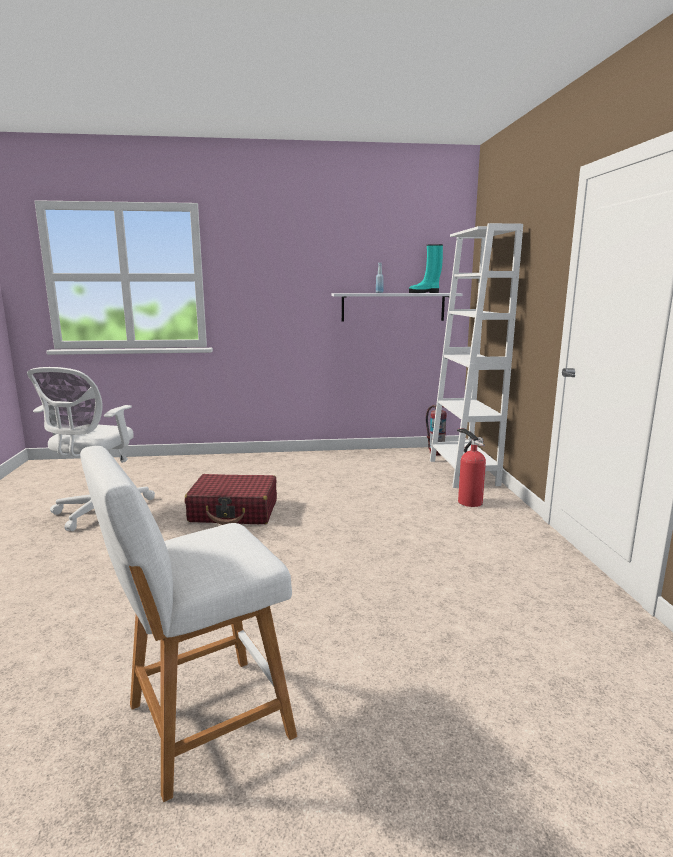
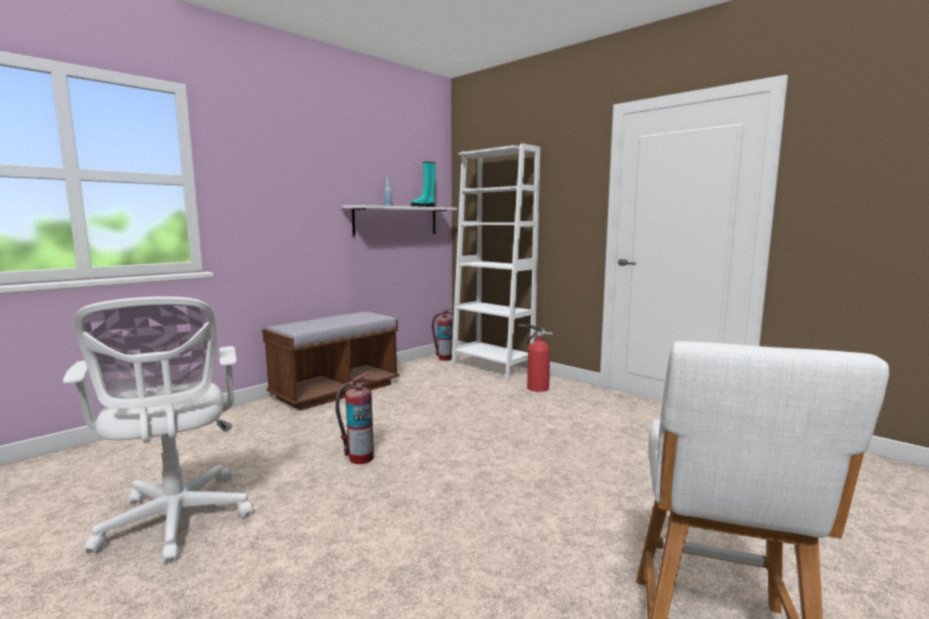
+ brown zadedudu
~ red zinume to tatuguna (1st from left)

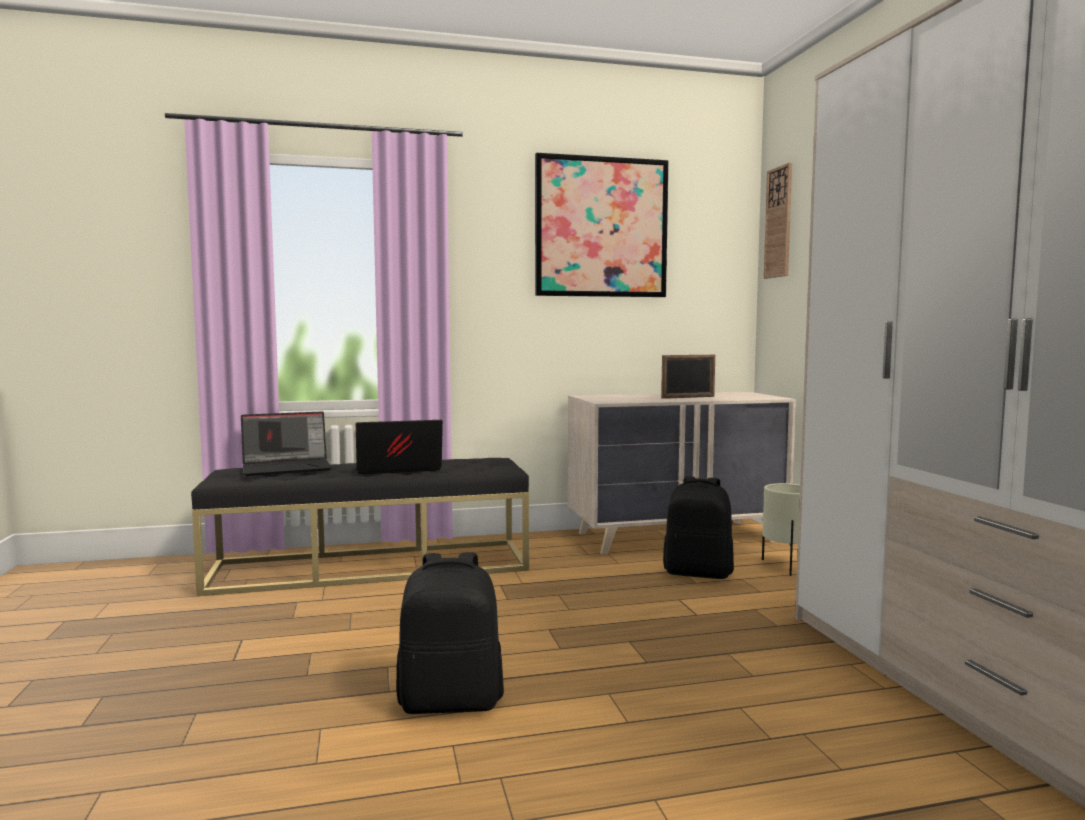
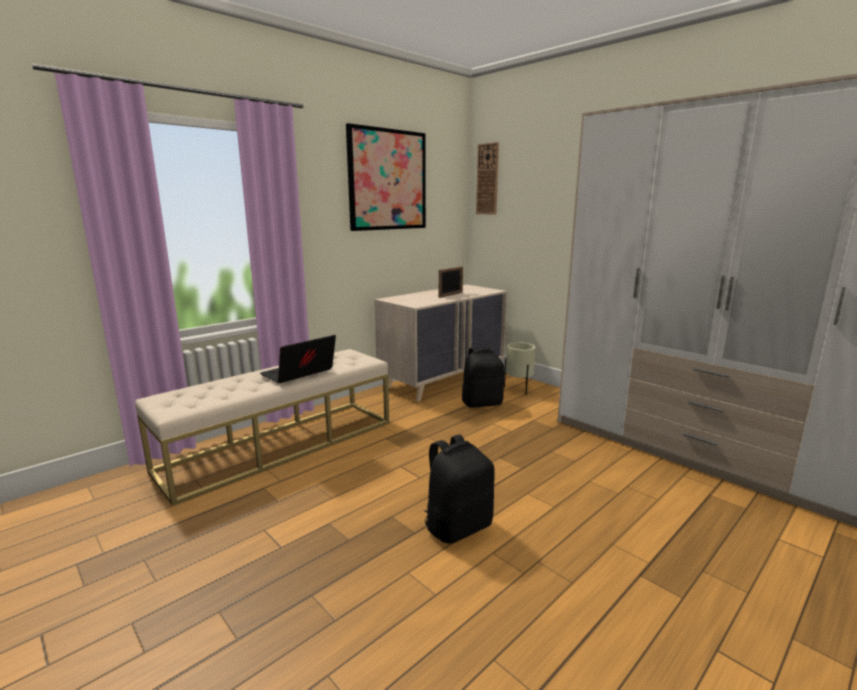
- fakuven (1st from left)
~ black zadedudu to beige zadedudu

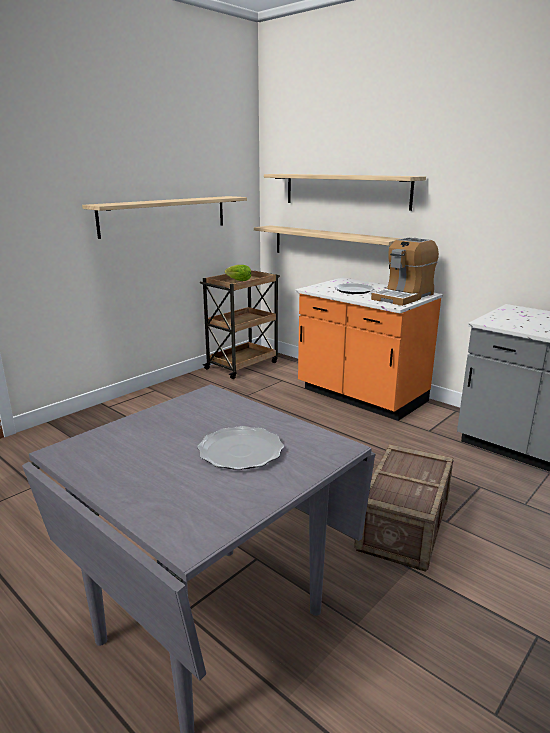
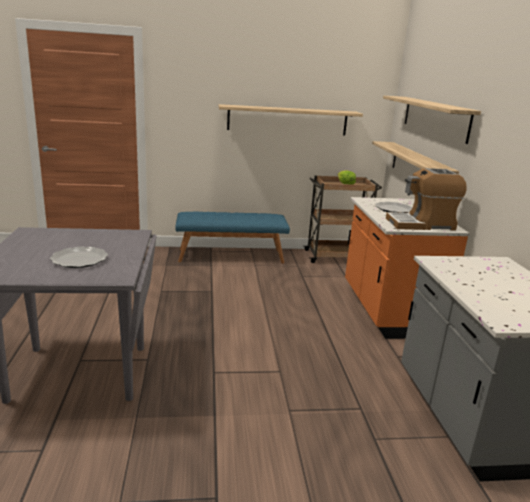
- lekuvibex
+ blue zadedudu

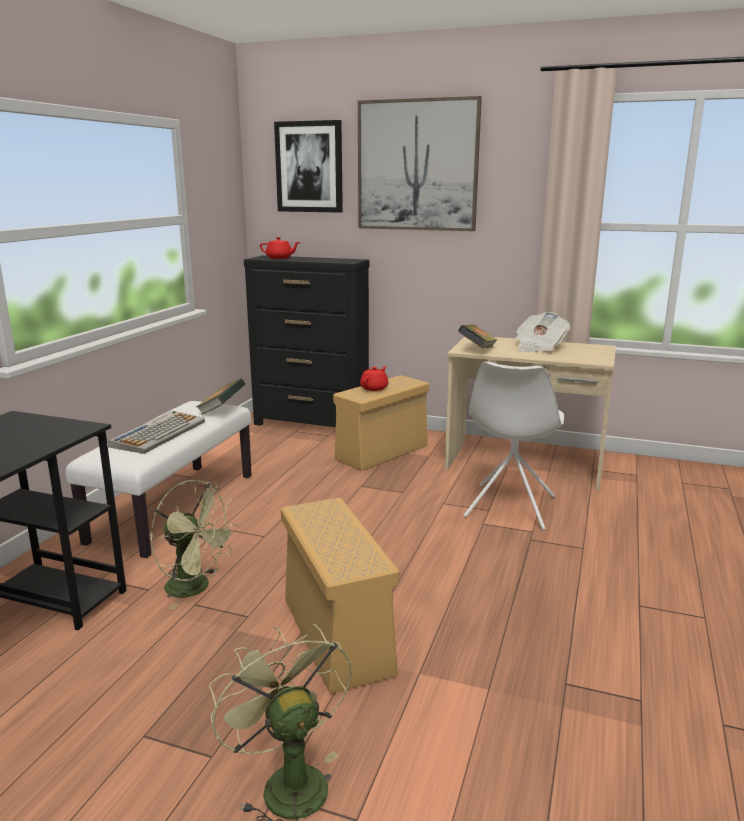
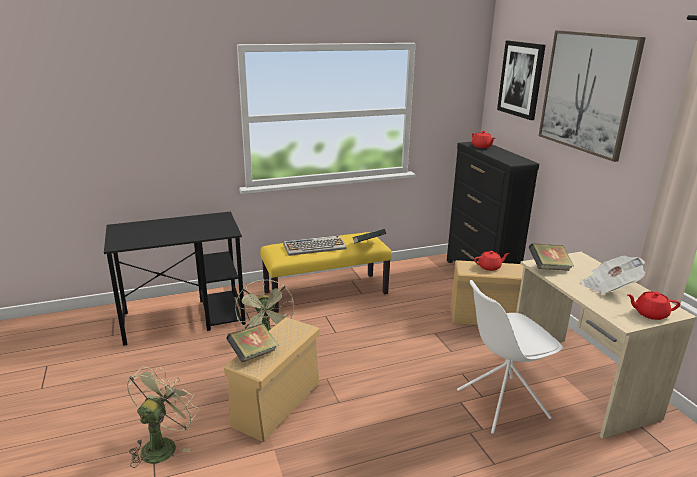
+ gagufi (1st from left)
+ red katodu (3rd from left)
~ white zadedudu to yellow zadedudu

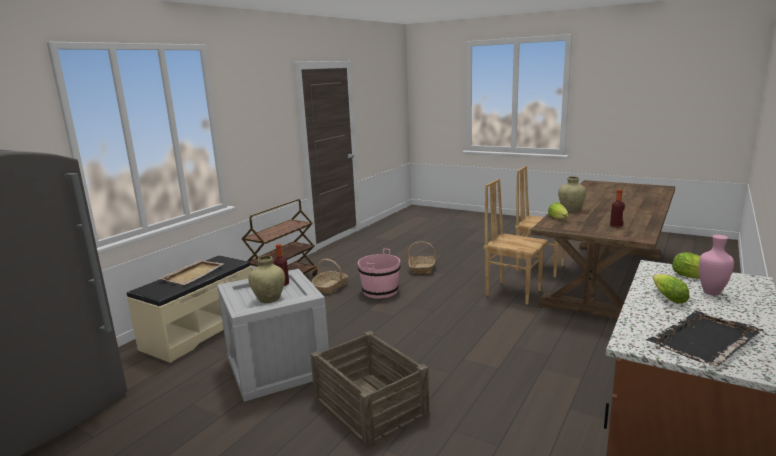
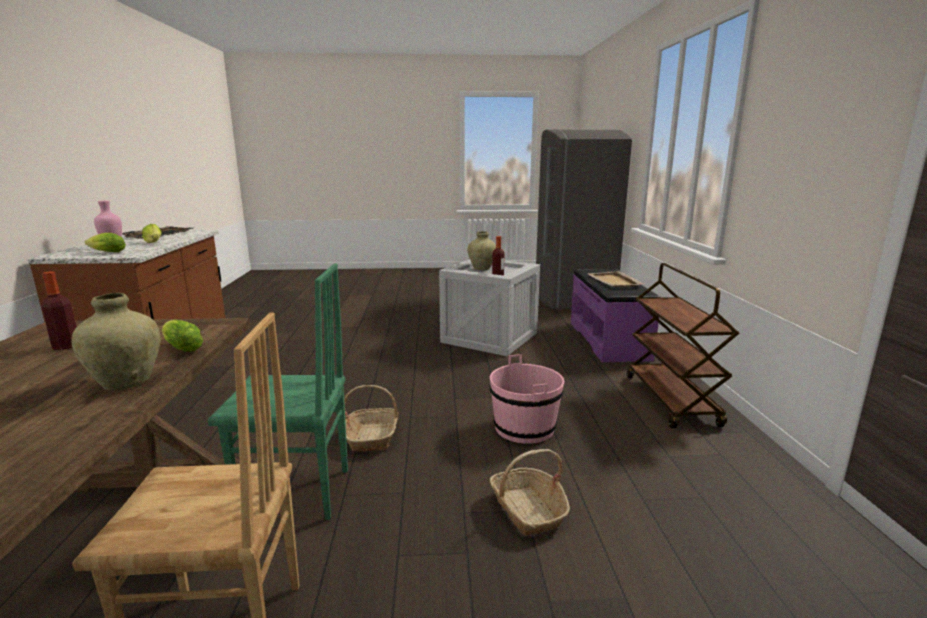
- lekuvibex (2nd from left)
~ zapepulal (1st from left)
~ beige zadedudu to purple zadedudu
~ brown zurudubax (1st from left) to green zurudubax

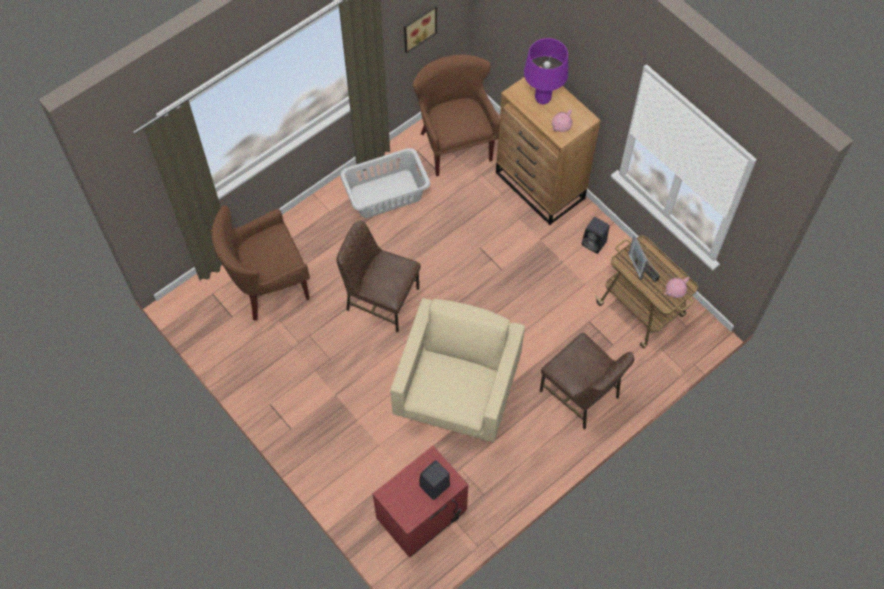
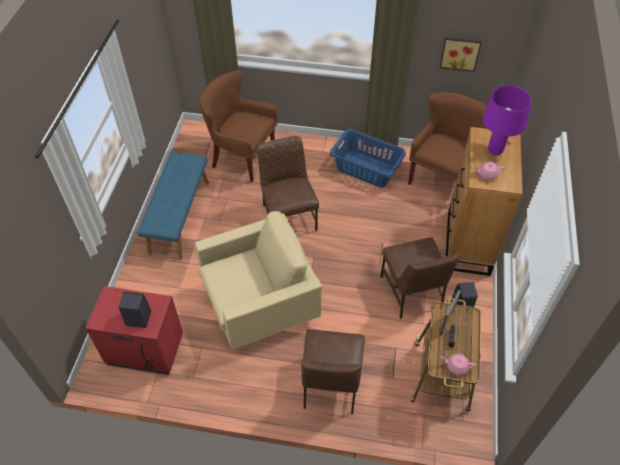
+ blue zadedudu
+ brown zurudubax (3rd from left)
~ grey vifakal to blue vifakal

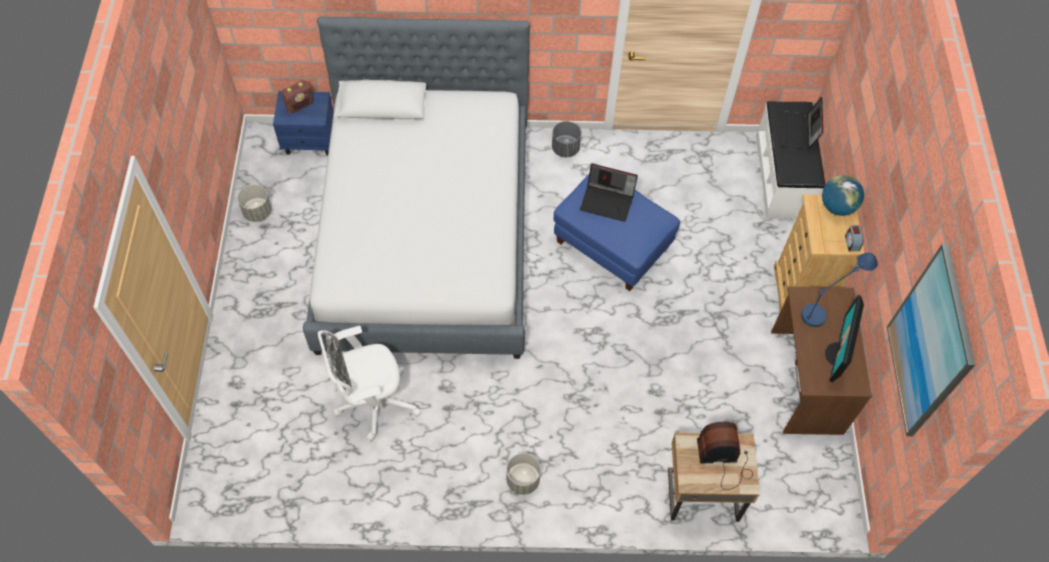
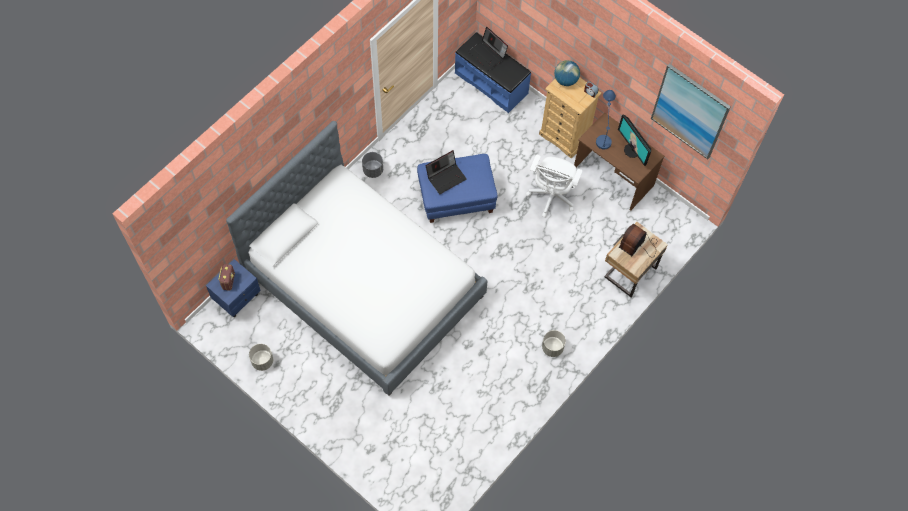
~ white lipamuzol
~ white zadedudu to blue zadedudu

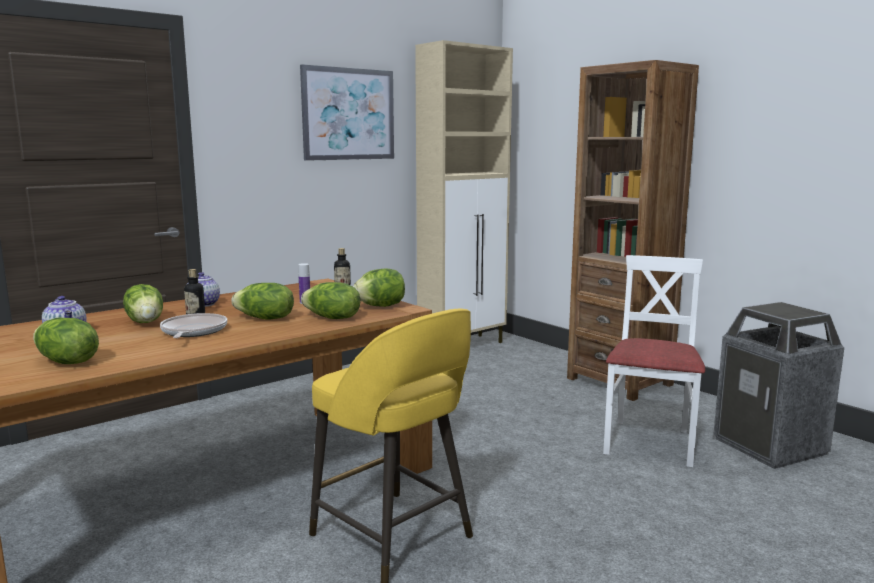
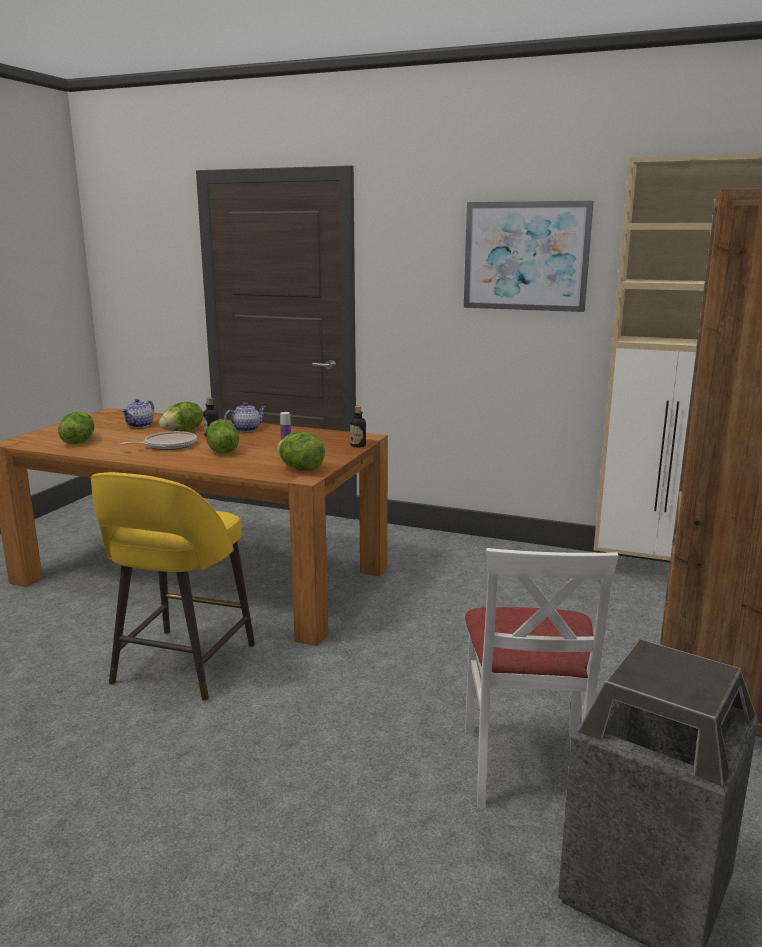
- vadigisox (4th from left)
~ white zurudubax 105 degrees clockwise

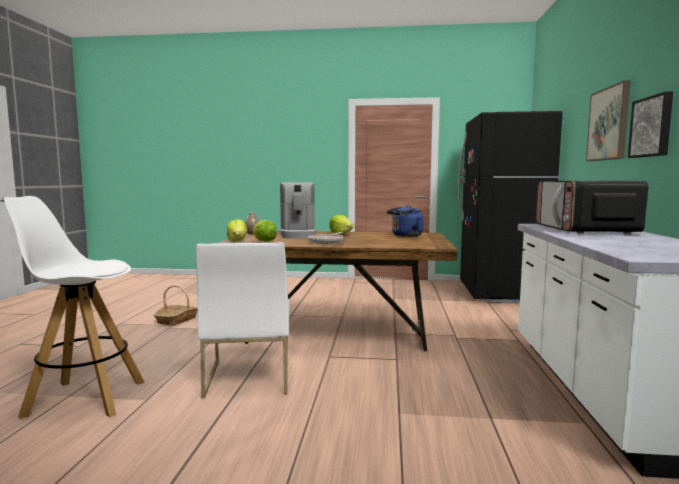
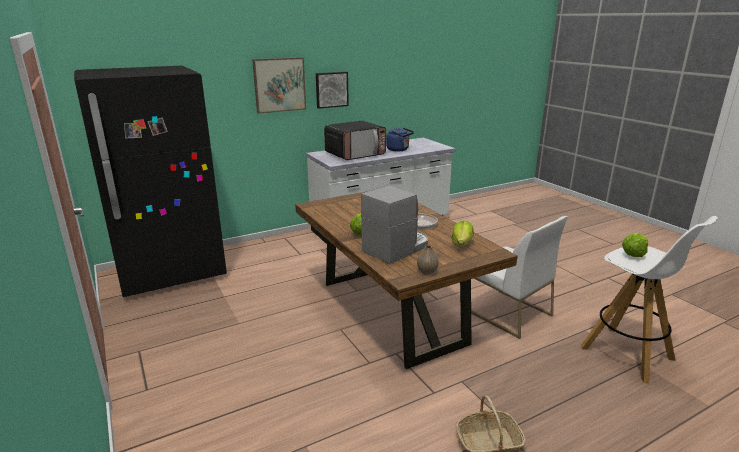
~ vadigisox (1st from left in the first image) to vadigisox (3rd from left)
~ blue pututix
~ white zurudubax 90 degrees clockwise

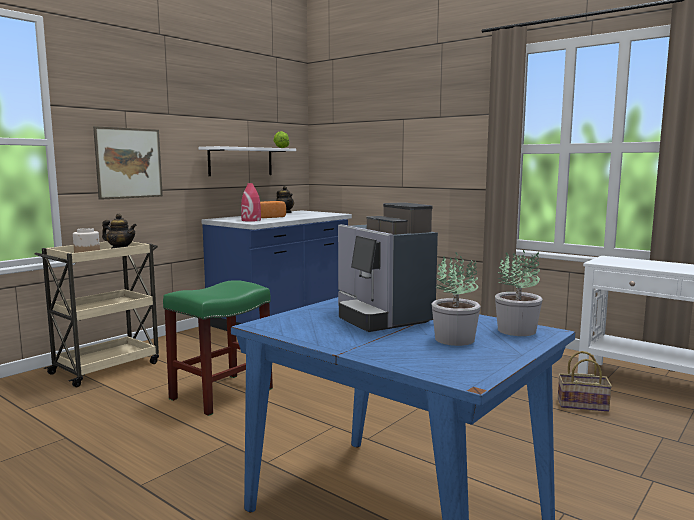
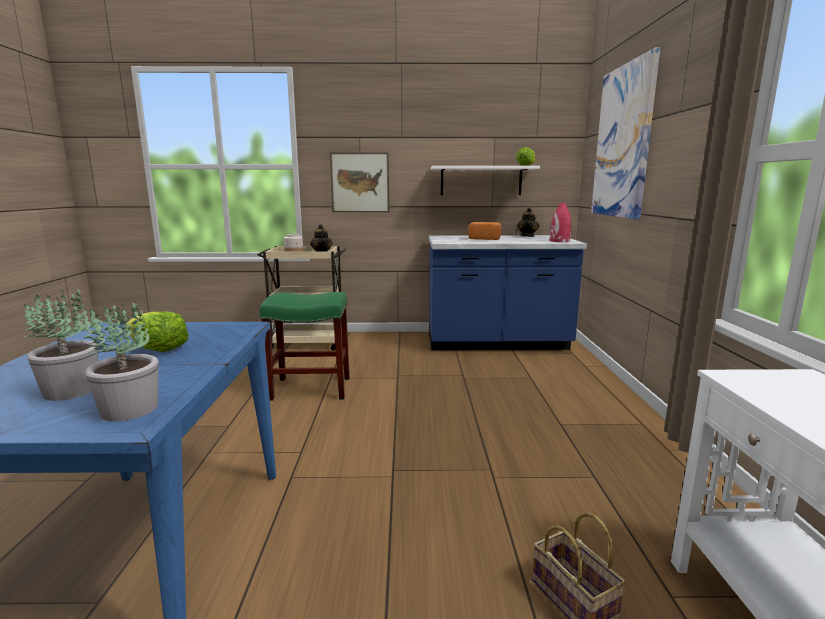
+ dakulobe (2nd from left)
~ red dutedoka
~ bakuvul to vadigisox (1st from left)

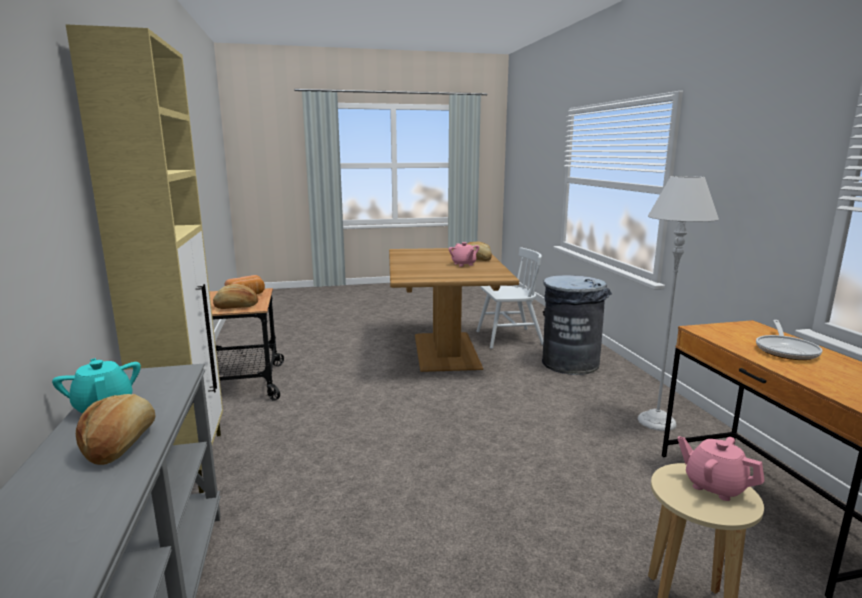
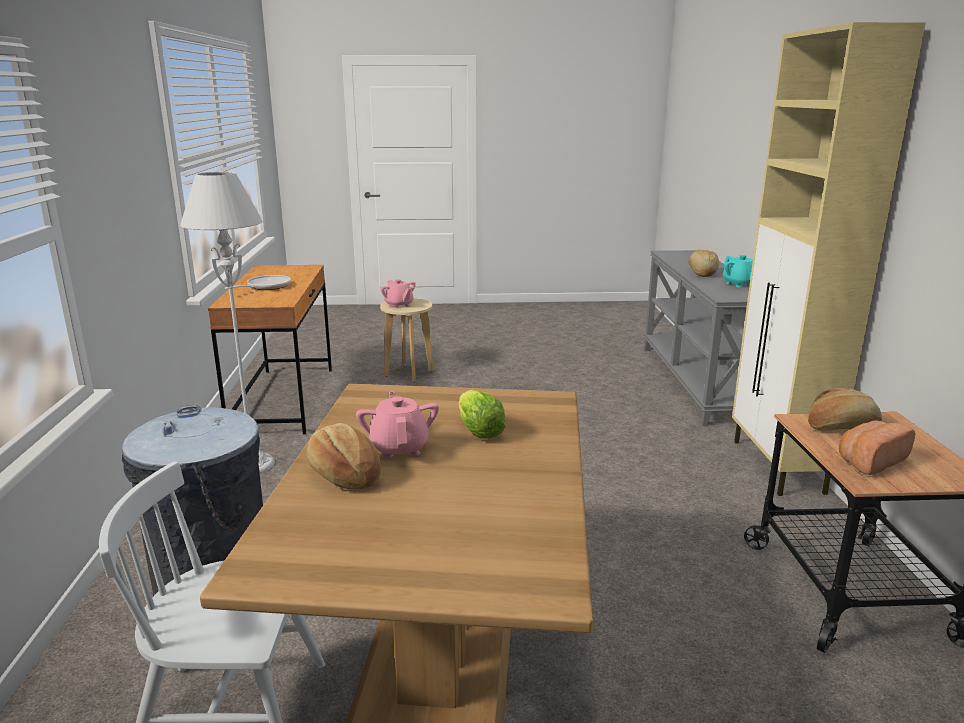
+ vadigisox

